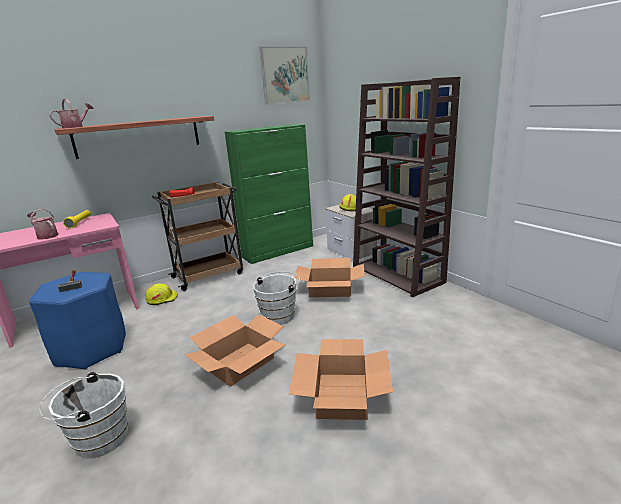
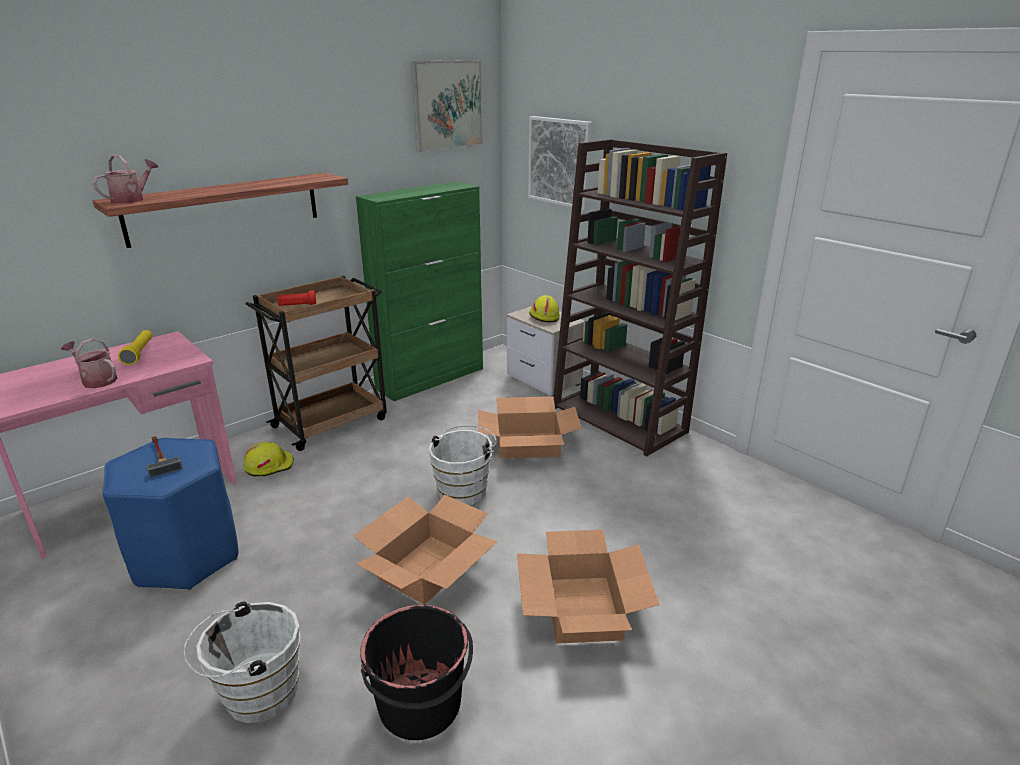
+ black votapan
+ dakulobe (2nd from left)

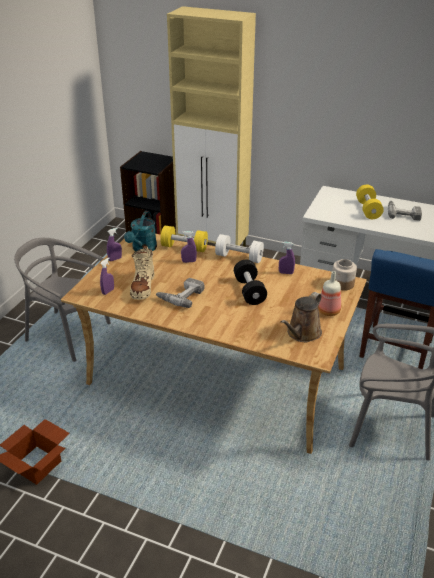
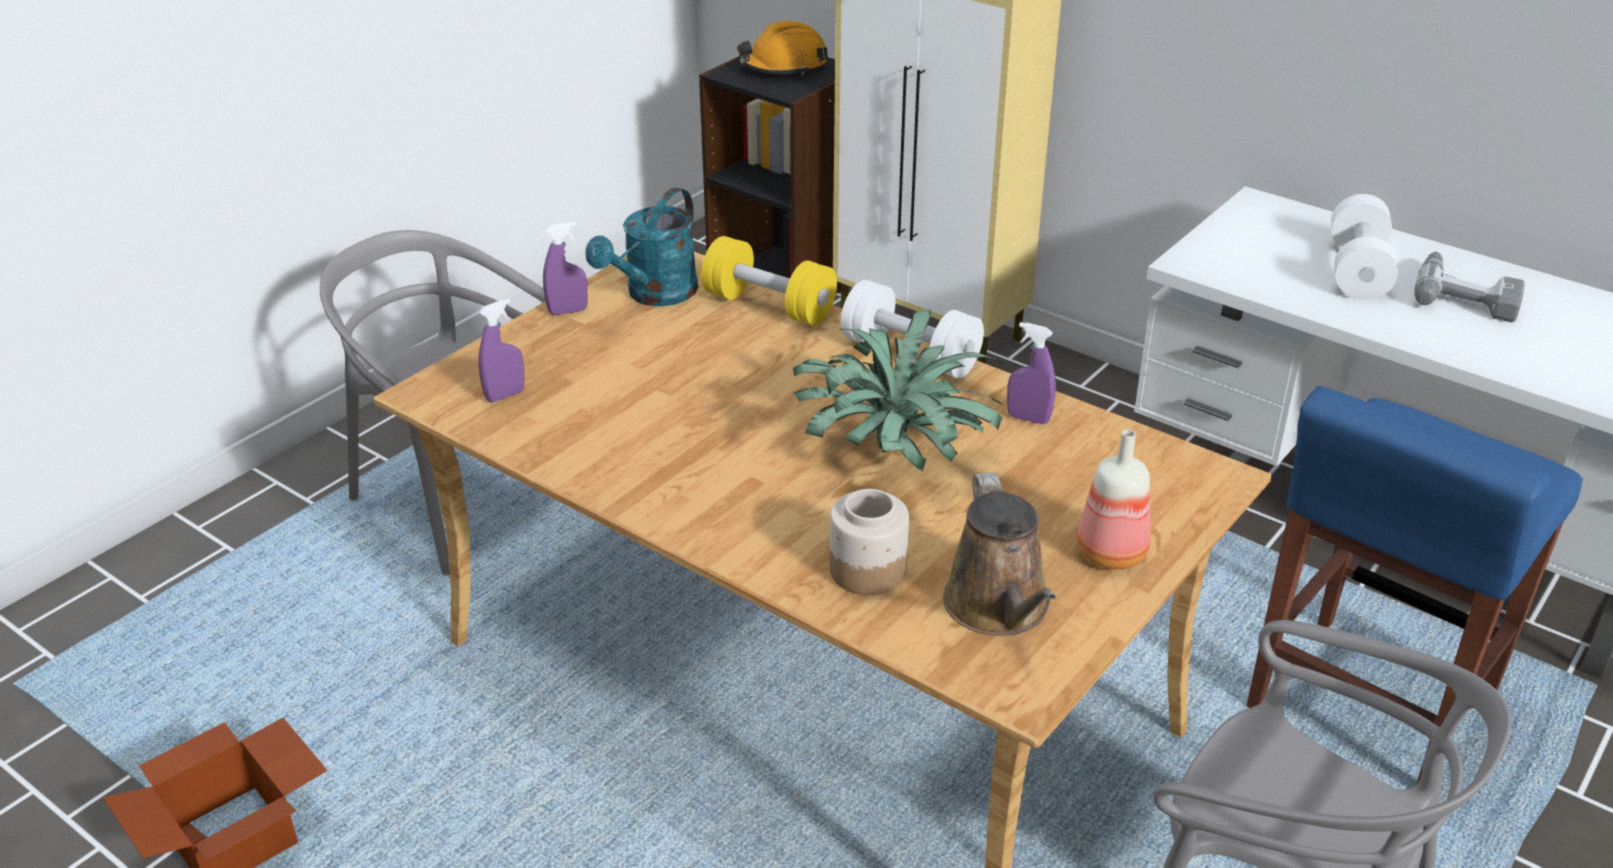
- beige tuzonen
- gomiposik (1st from left)
- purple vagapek (3rd from left)
+ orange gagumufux
~ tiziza
~ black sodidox to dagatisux
~ yellow sodidox (2nd from left) to white sodidox (2nd from left)
~ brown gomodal 60 degrees counterclockwise

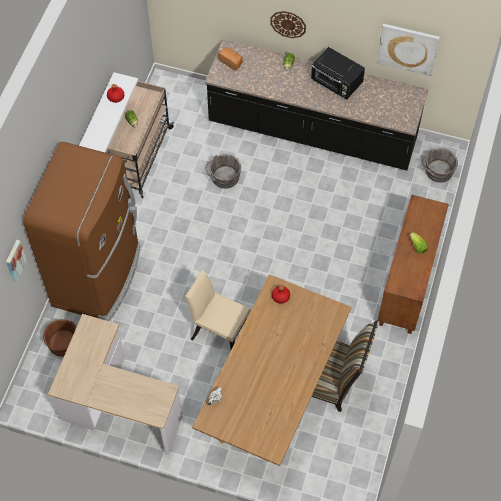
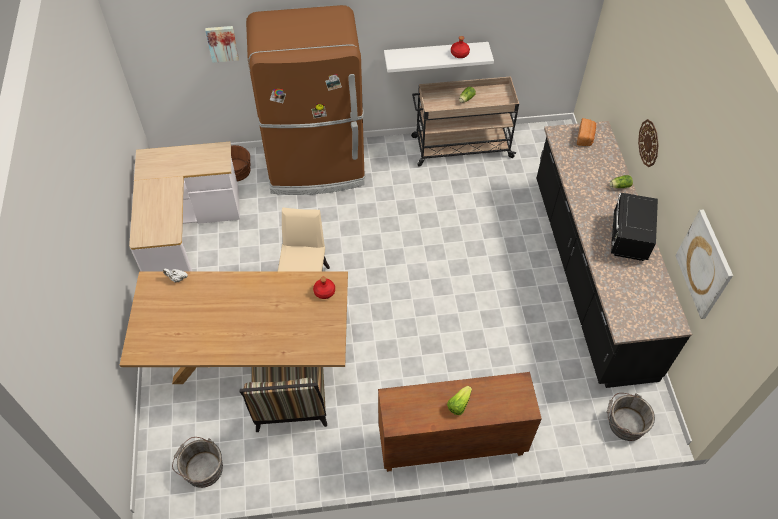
~ grey votapan (1st from left)

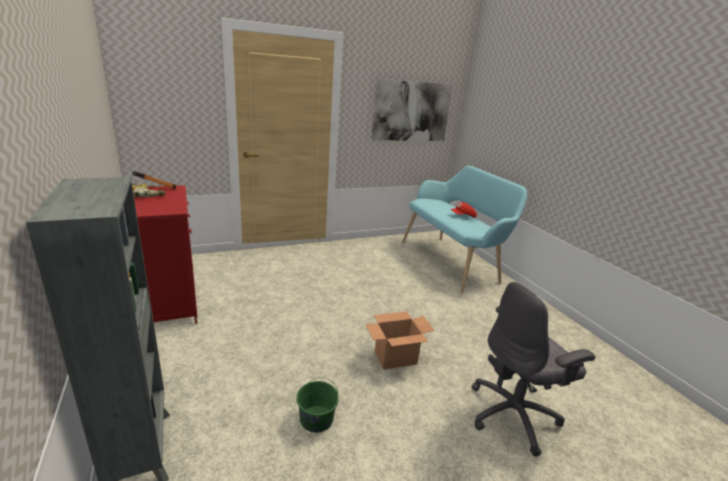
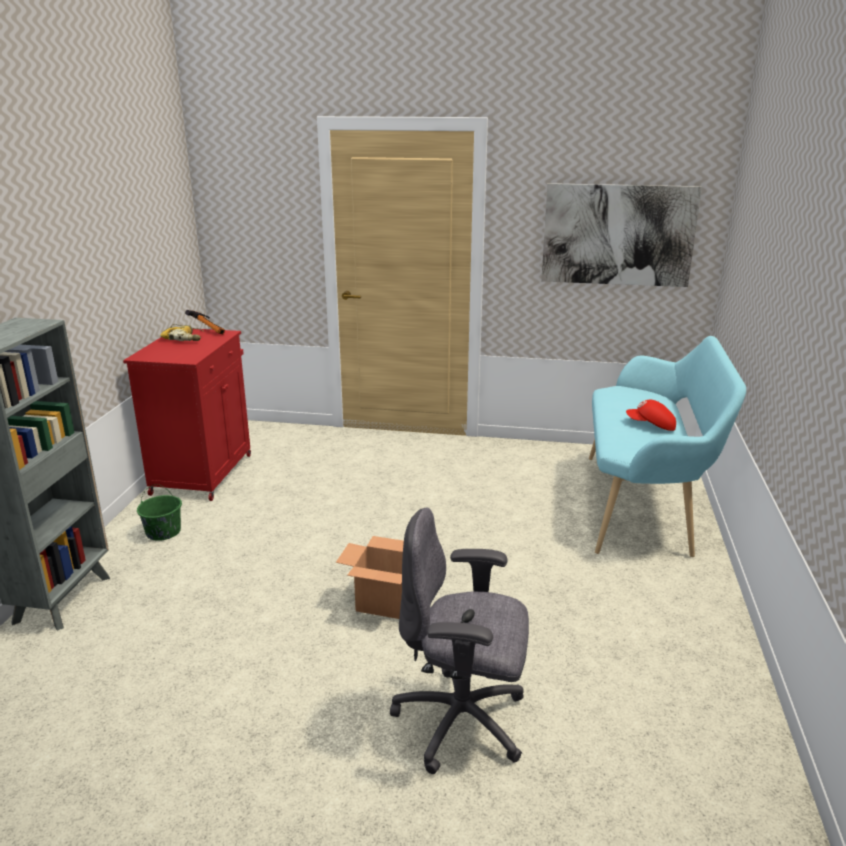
~ green votapan

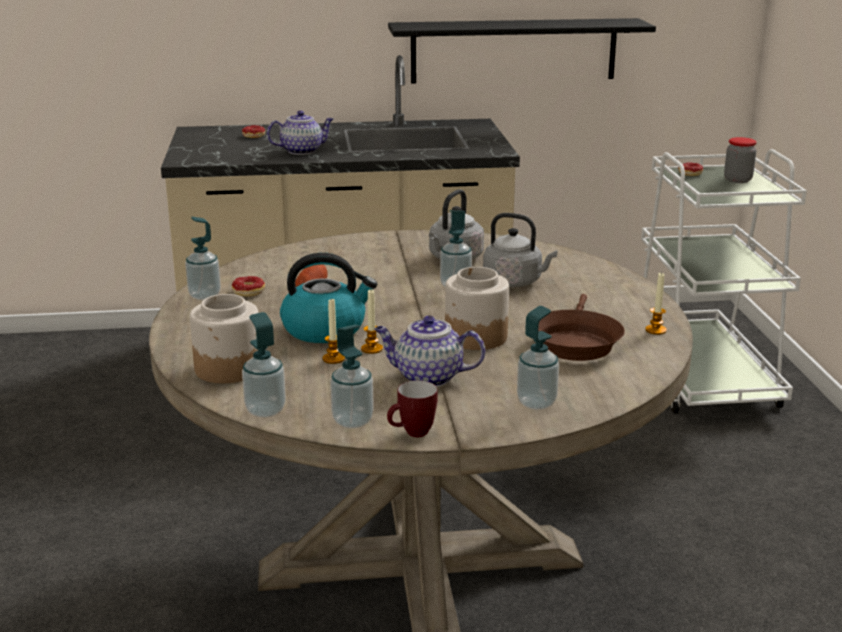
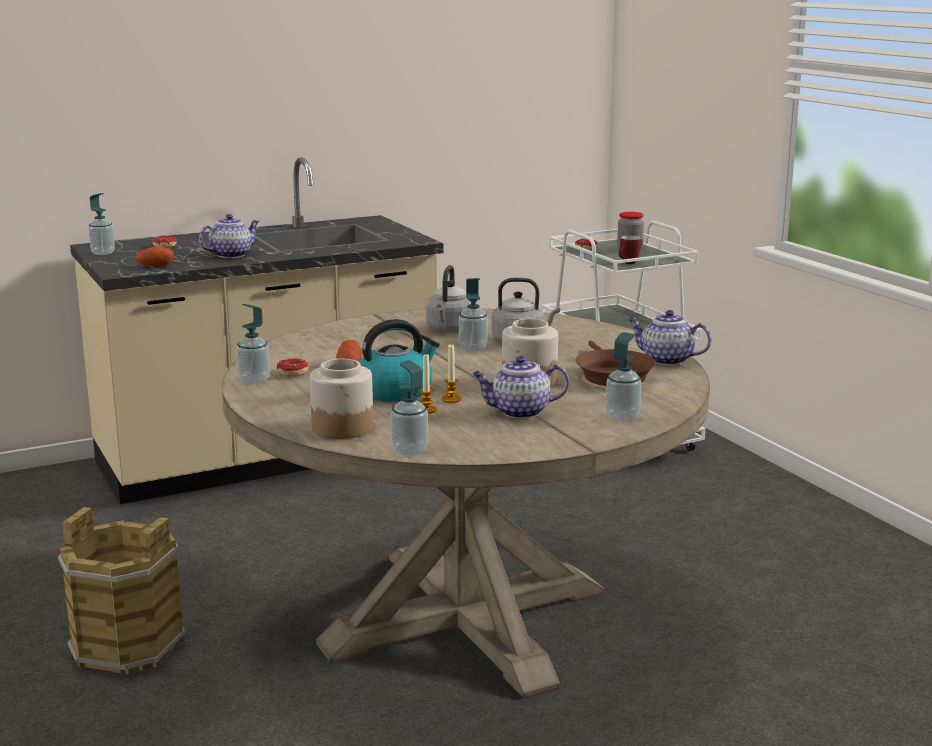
- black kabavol
+ brown votapan
+ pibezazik (1st from left)
~ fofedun (3rd from left in the first image) to fofedun (1st from left)
~ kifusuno
~ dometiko (3rd from left) to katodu (3rd from left)

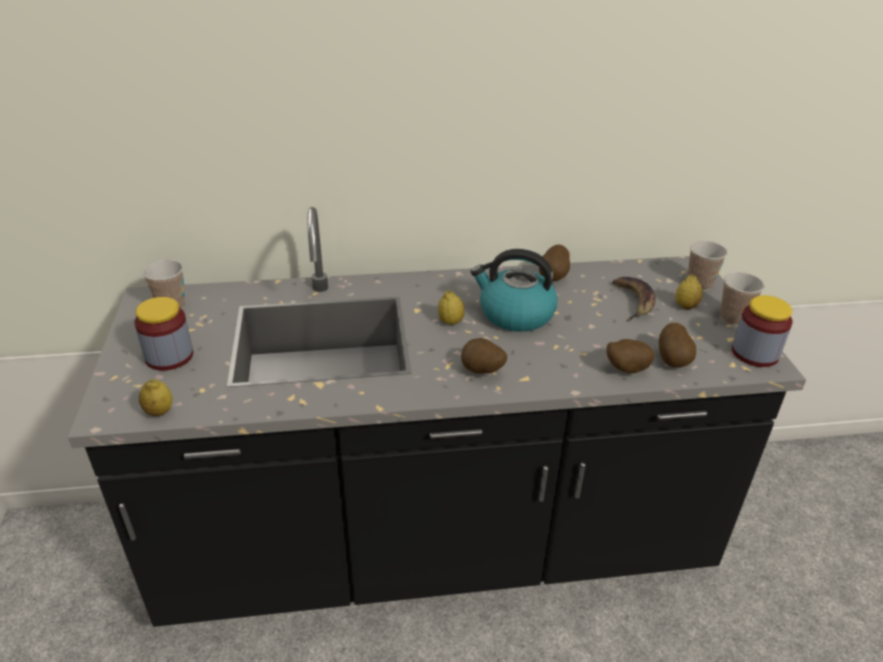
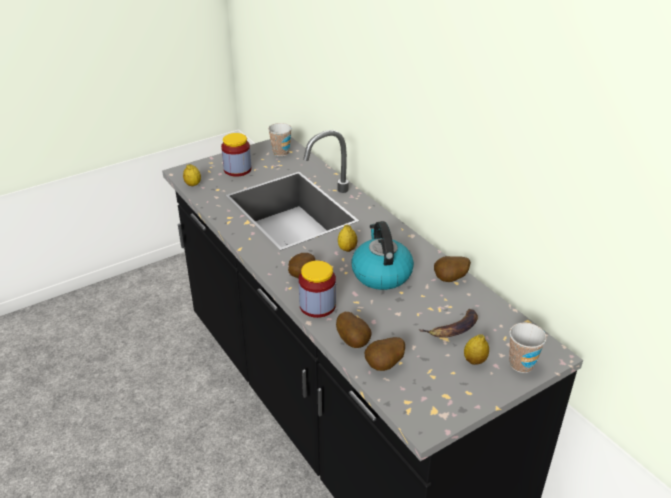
- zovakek (3rd from left)
~ tiziza (2nd from left)

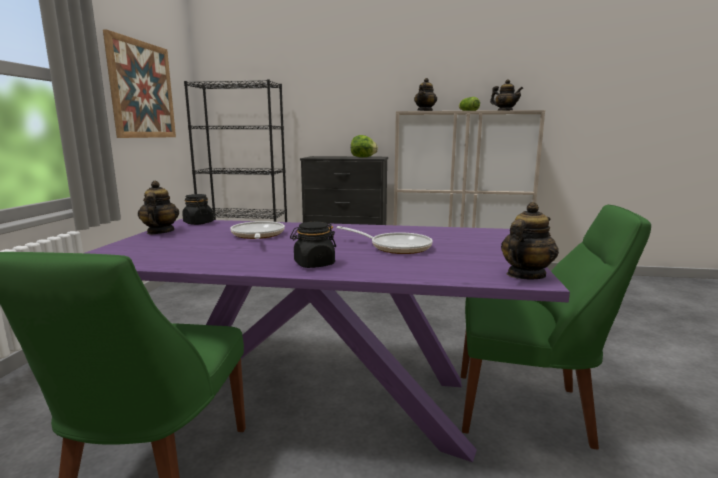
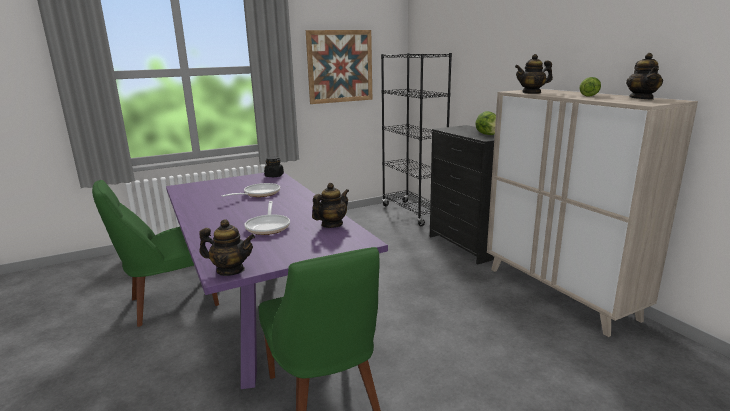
- black tiziza (2nd from left)
~ katodu (1st from left in the first image) to katodu (2nd from left)

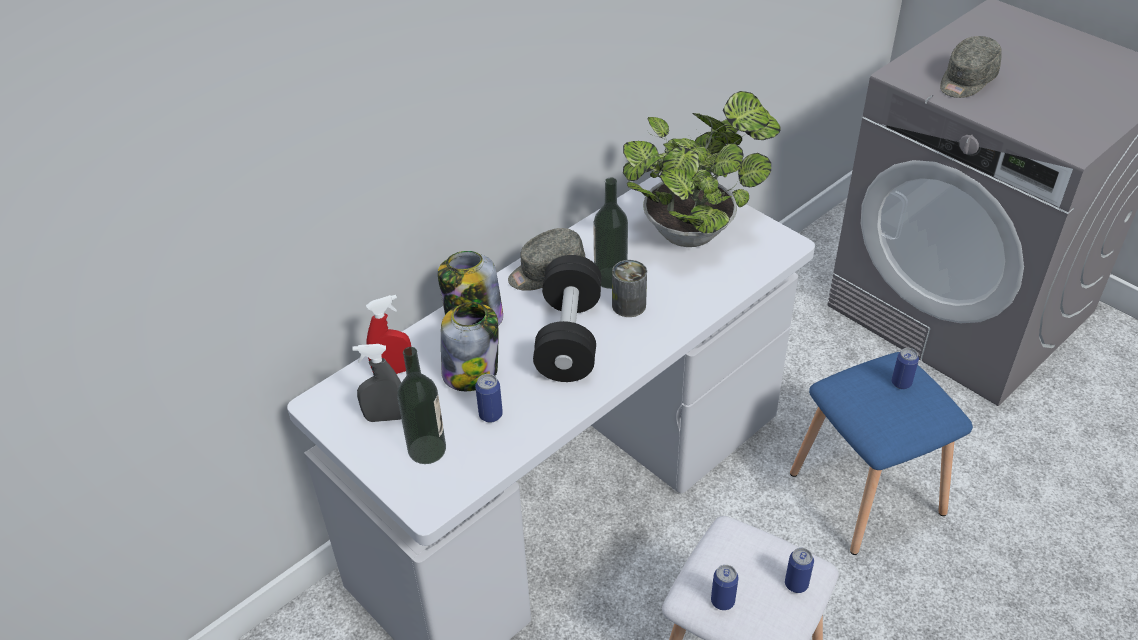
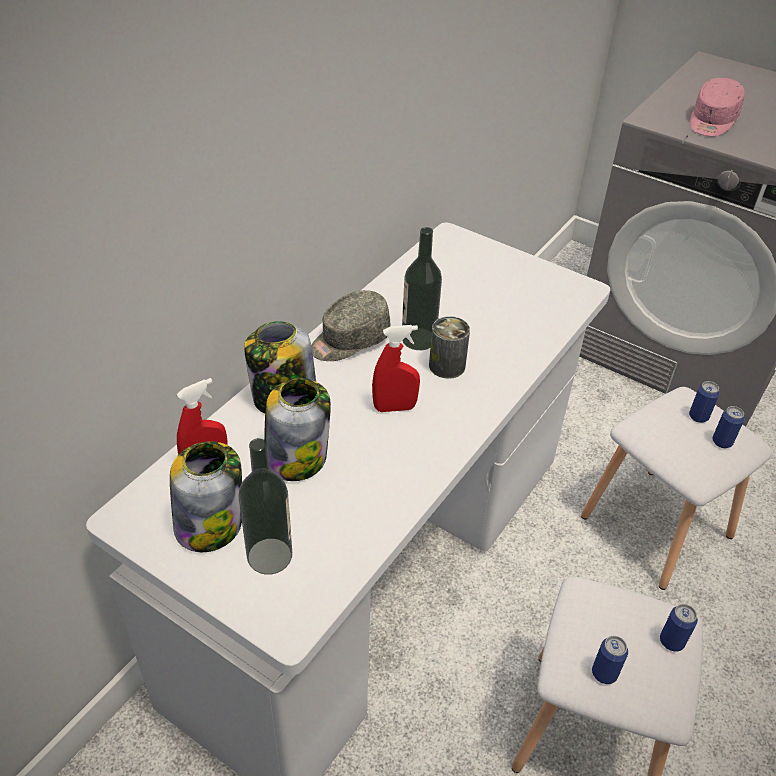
- dagatisux
~ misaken (1st from left in the first image) to misaken (5th from left)
~ grey vagapek to tiziza (1st from left)
~ black sodidox to red vagapek (2nd from left)
~ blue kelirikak to white kelirikak (2nd from left)
~ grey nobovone (2nd from left) to pink nobovone

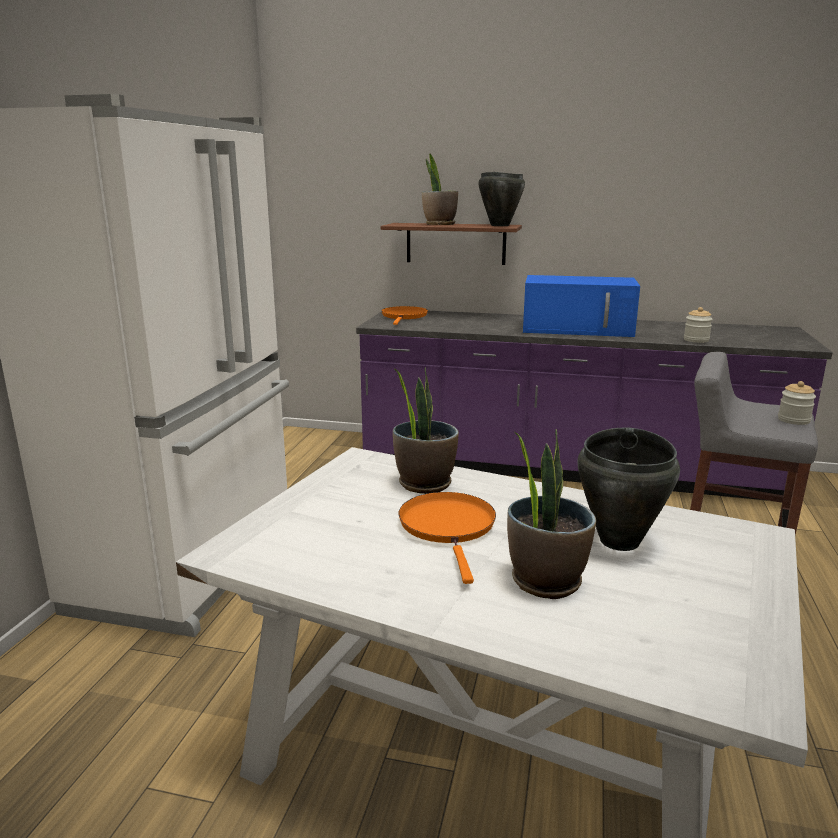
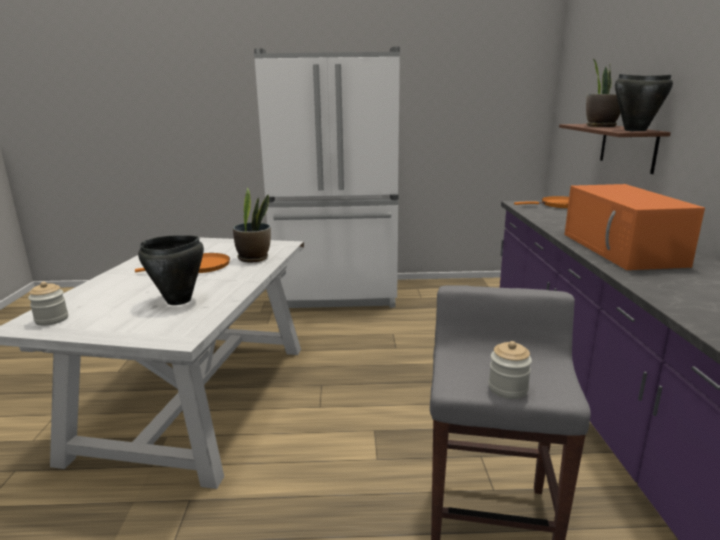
- dagatisux (3rd from left)
~ tiziza (1st from left)
~ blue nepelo to orange nepelo

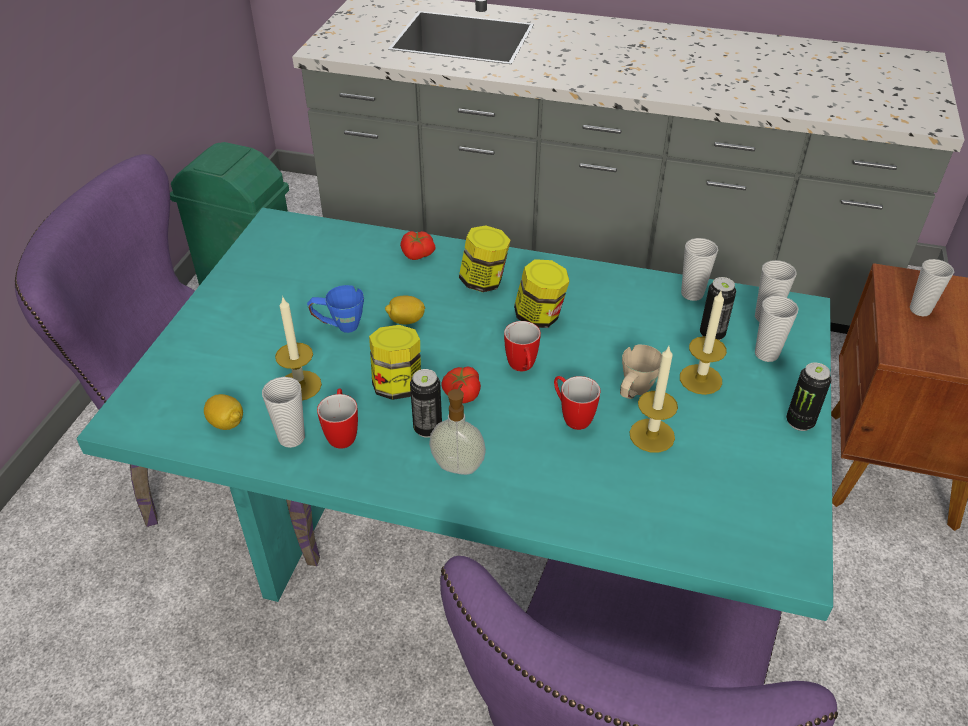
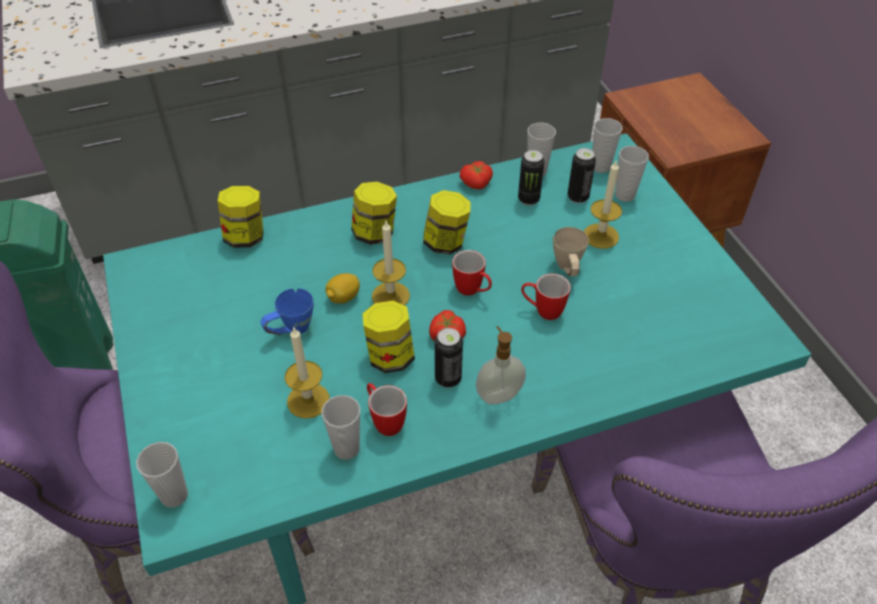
- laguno (1st from left)
+ tiziza (1st from left)
~ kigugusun (1st from left in the first image) to kigugusun (2nd from left)
~ dometiko (2nd from left)
~ misaken (3rd from left in the first image) to misaken (2nd from left)
~ zovakek (5th from left in the first image) to zovakek (1st from left)

